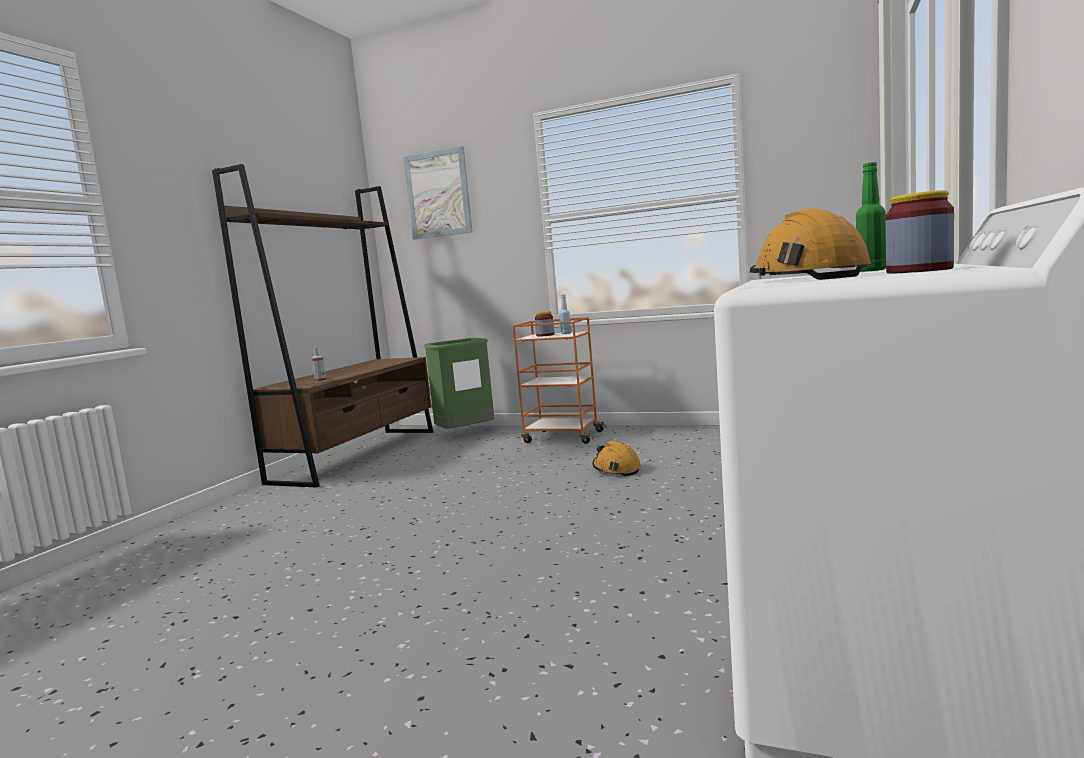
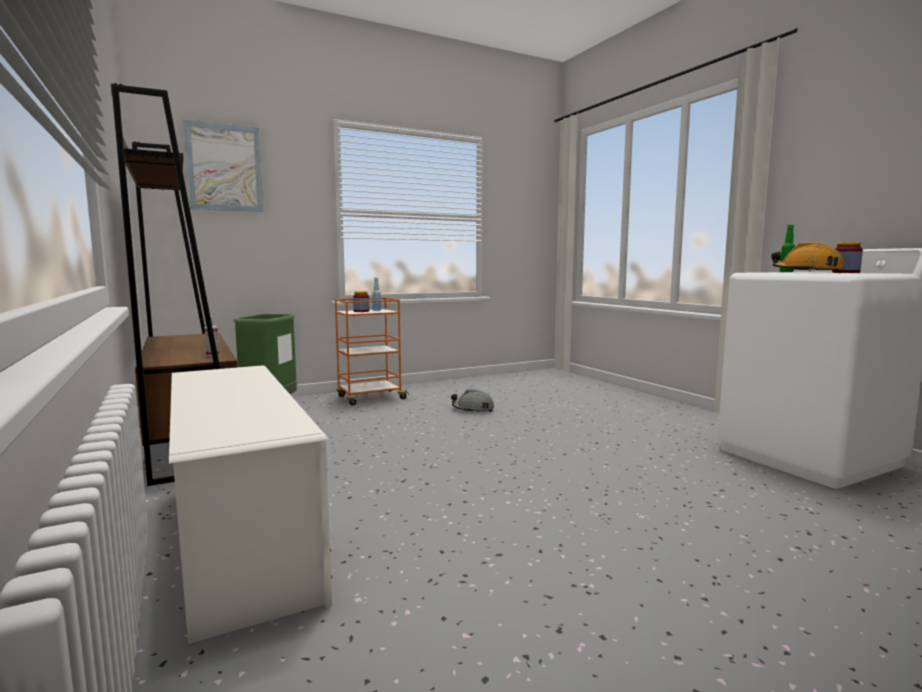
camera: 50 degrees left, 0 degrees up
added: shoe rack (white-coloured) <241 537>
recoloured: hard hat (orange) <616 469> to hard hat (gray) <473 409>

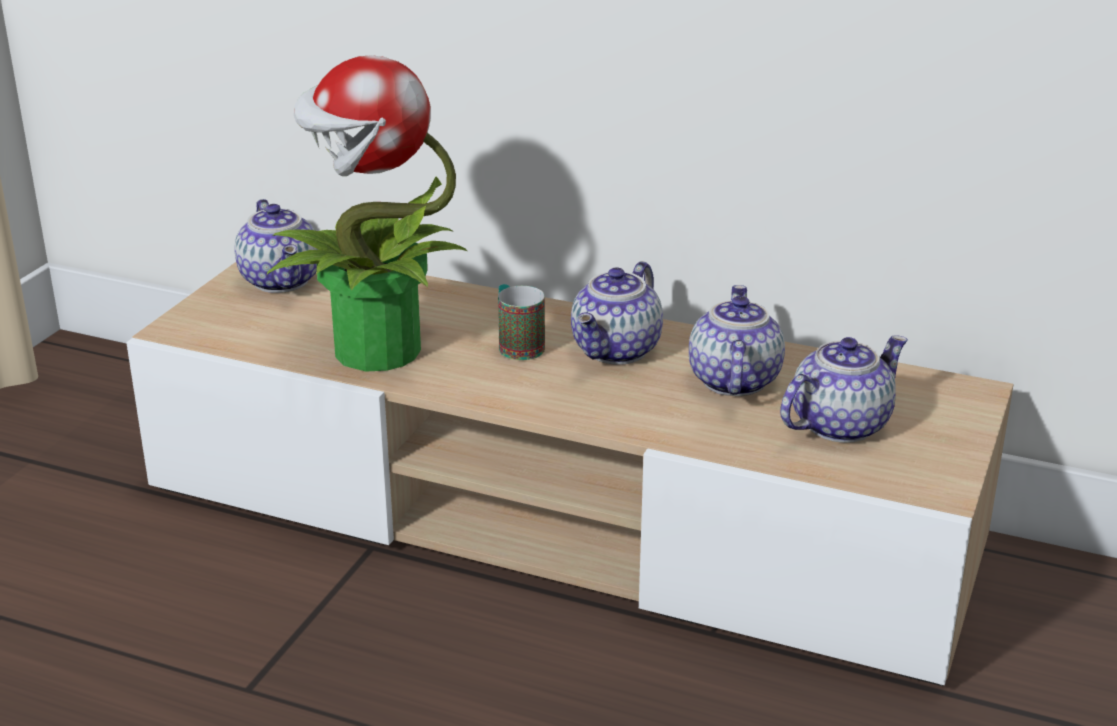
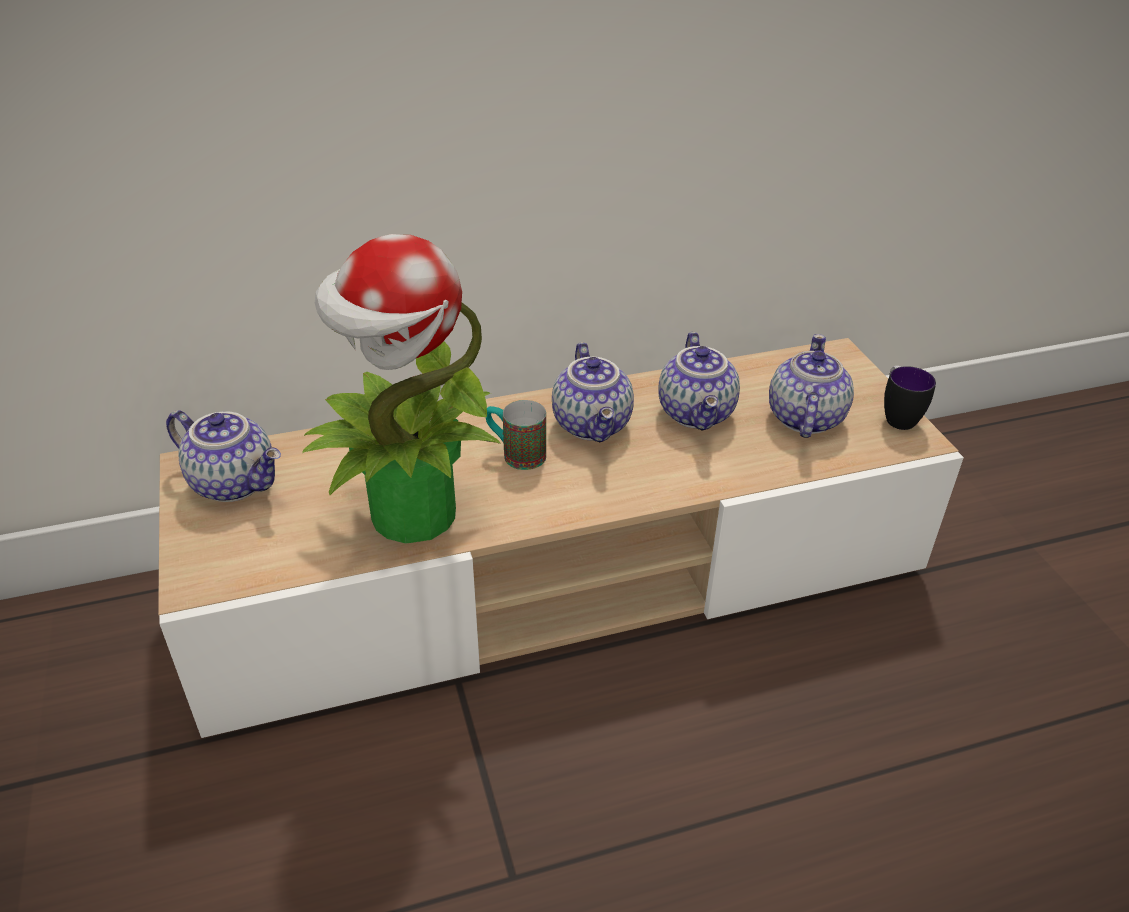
camera: 40 degrees left, 10 degrees up
added: coffee mug <897 416>
turned: tea pot <731 380> = <698 414> 150 degrees counterclockwise

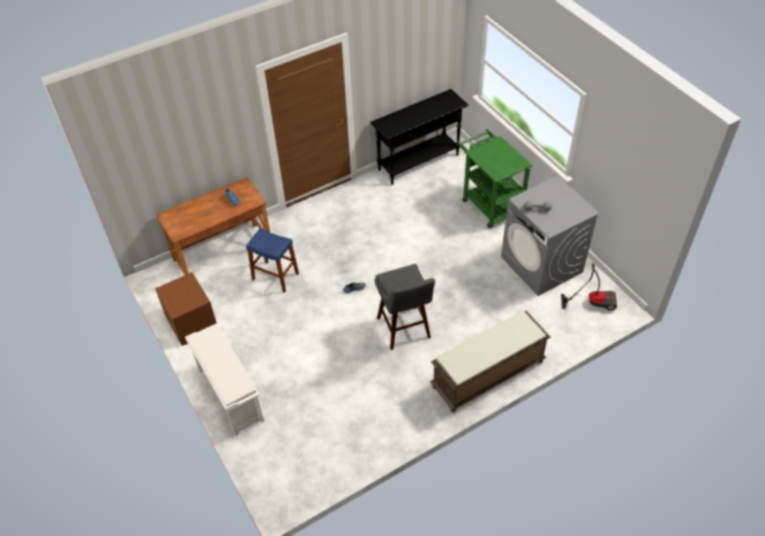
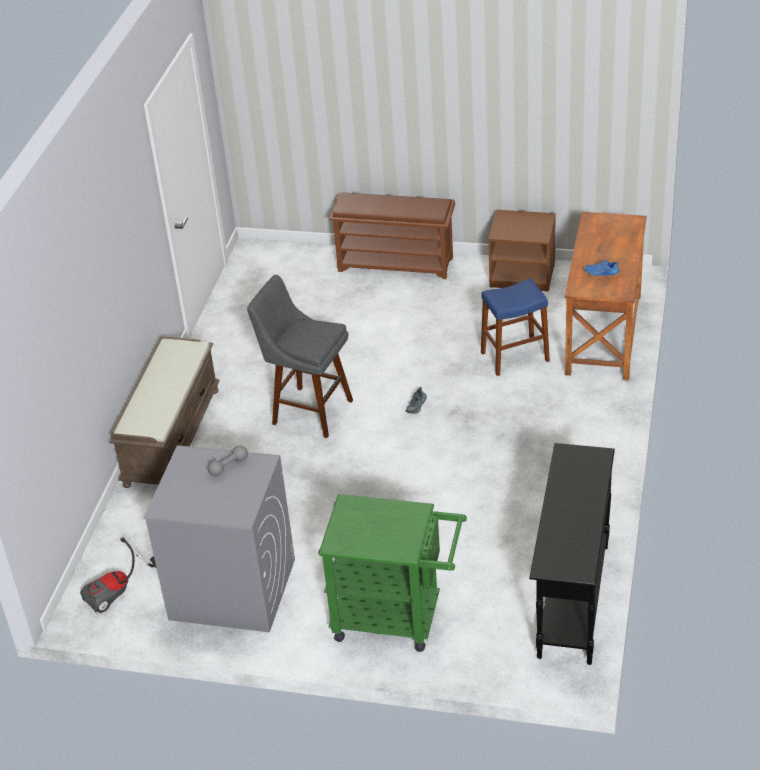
camera: 135 degrees right, 10 degrees down
recoloured: shoe rack (white-coloured) <229 394> to shoe rack (brown) <396 264>

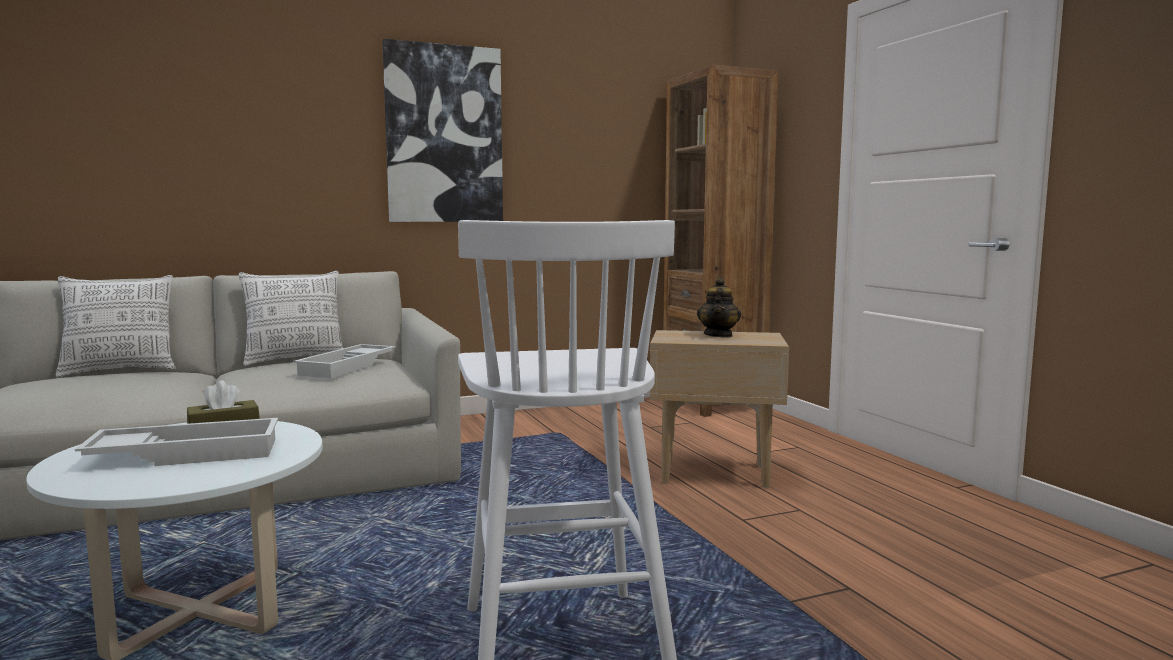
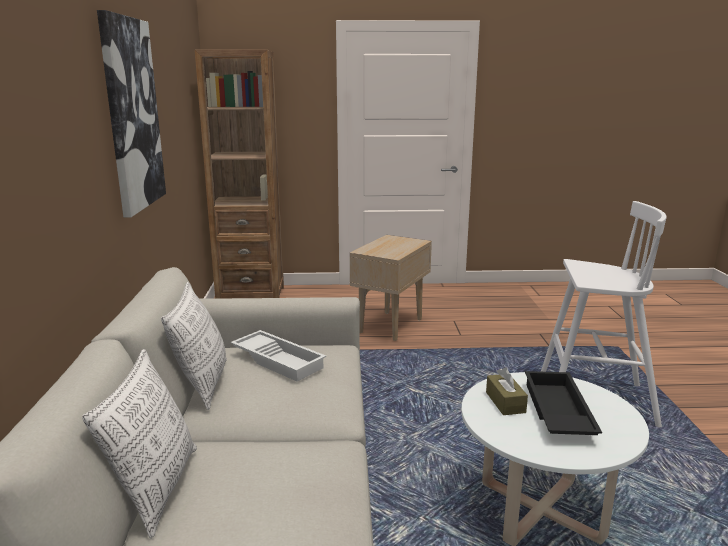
camera: 70 degrees left, 10 degrees up
removed: tea pot <718 335>
recoloured: carrying tray (white-coloured) <188 453> to carrying tray (blackish) <556 412>

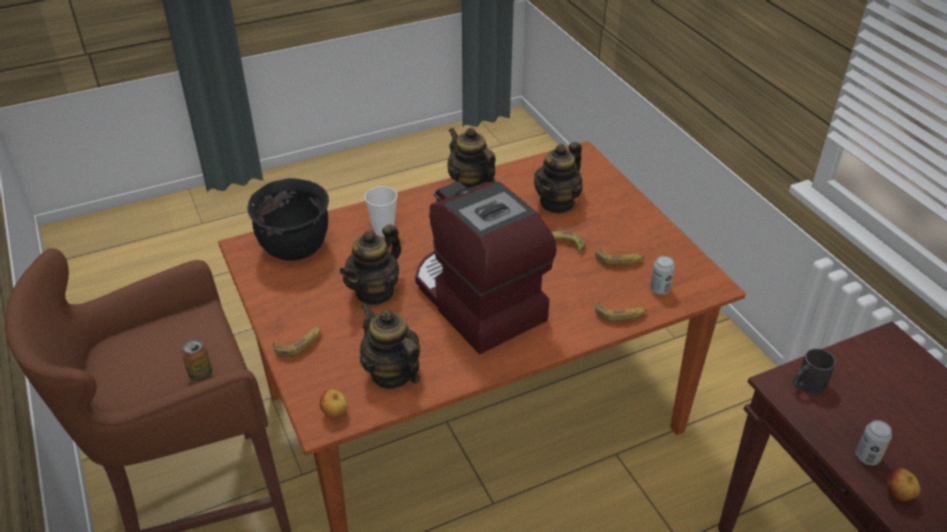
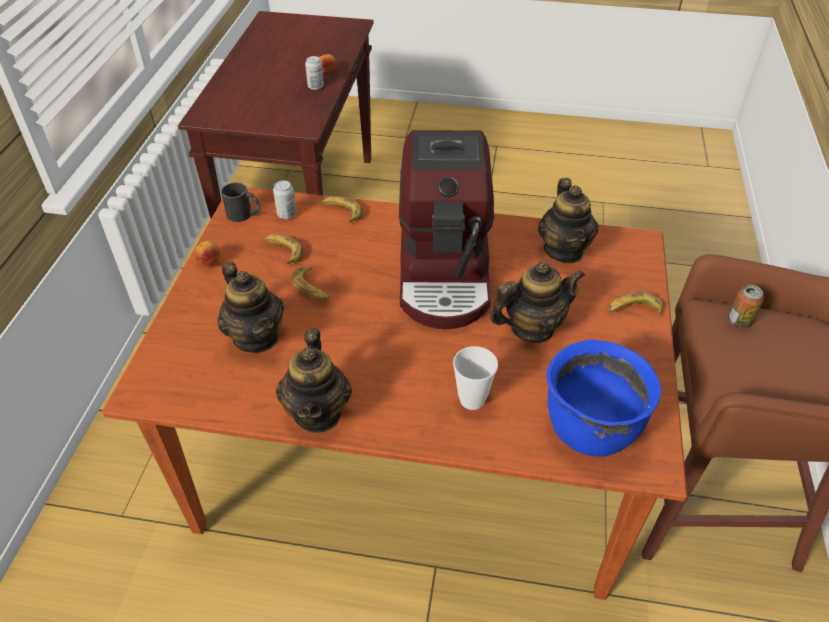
camera: 145 degrees left, 5 degrees up
moved: coffee mug (blackish) <806 385> to <244 214>; apple fruit <335 413> to <209 262>
recoloured: saucepot (blackish) <295 248> to saucepot (blue-coloured) <589 427>
turned: tea pot <557 203> = <256 337> 75 degrees clockwise

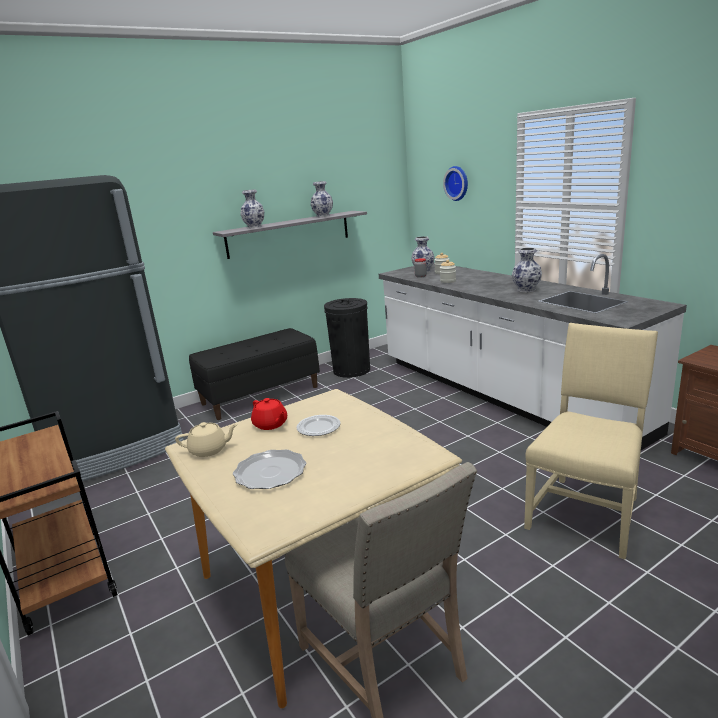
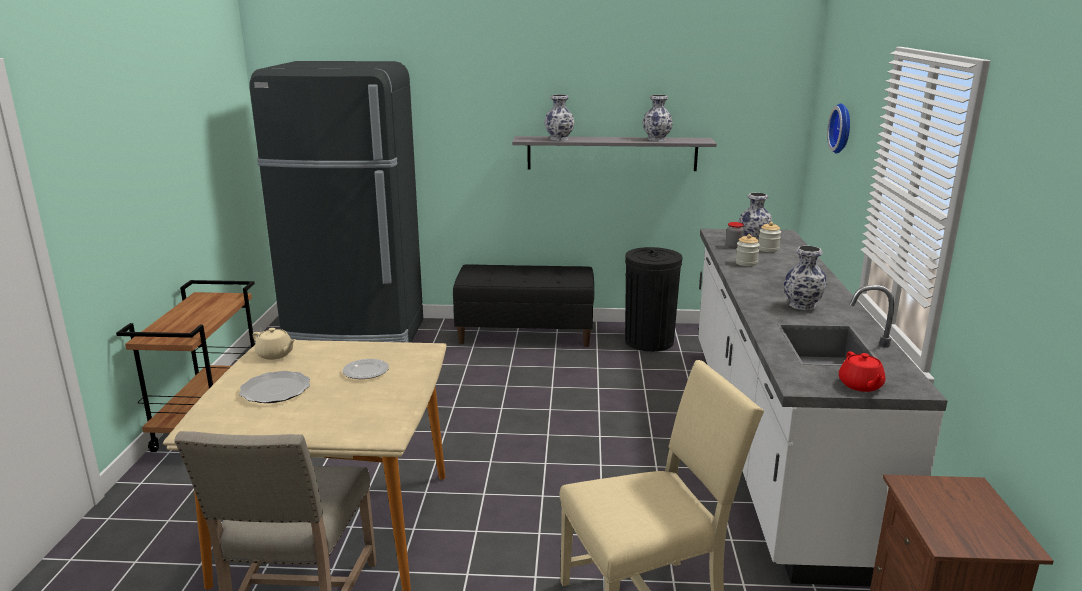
camera: 35 degrees right, 0 degrees up
moved: tea pot (red) <270 424> to <860 385>

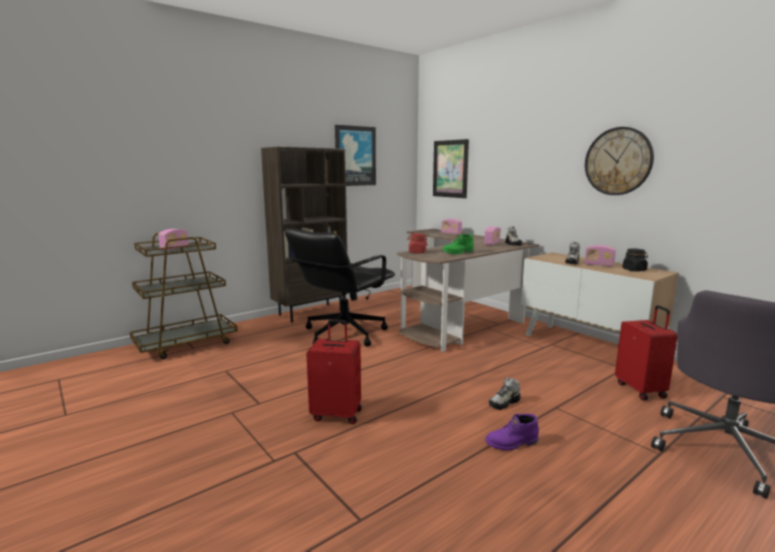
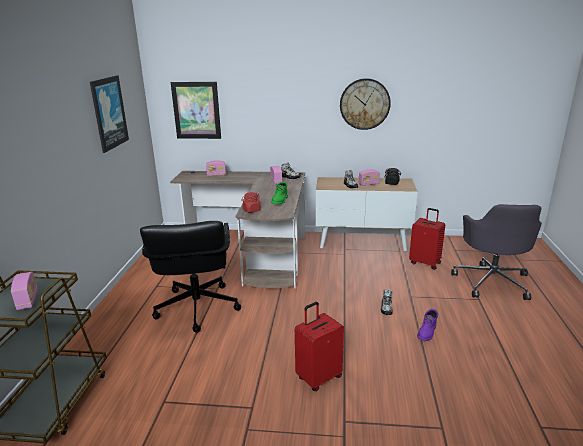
camera: 45 degrees left, 10 degrees up
removed: shelving unit (brown) <310 312>

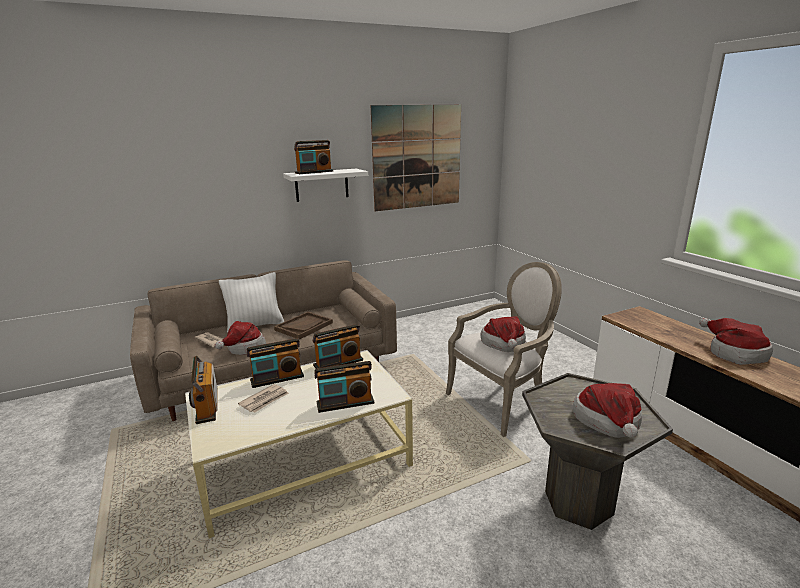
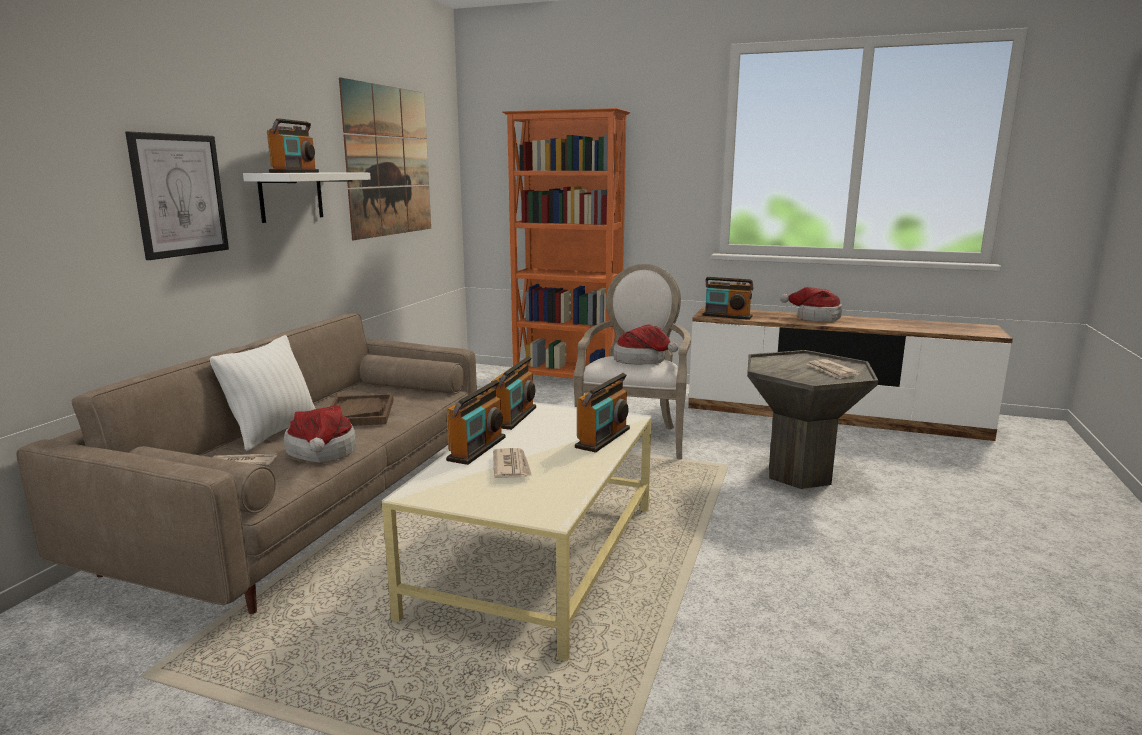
camera: 45 degrees left, 5 degrees down
added: shelving unit (orange) <567 380>; wall art <179 195>
moved: radio receiver <206 406> to <727 316>
replaced: clothing hat <608 423> to printed paper <832 371>

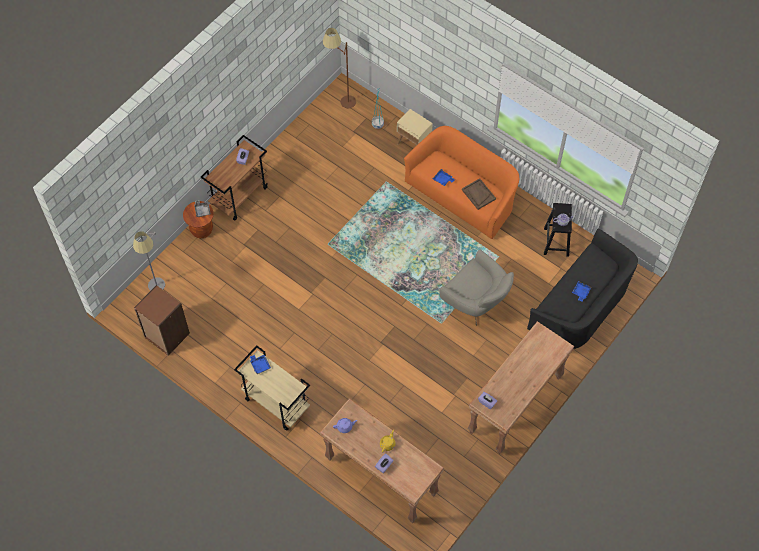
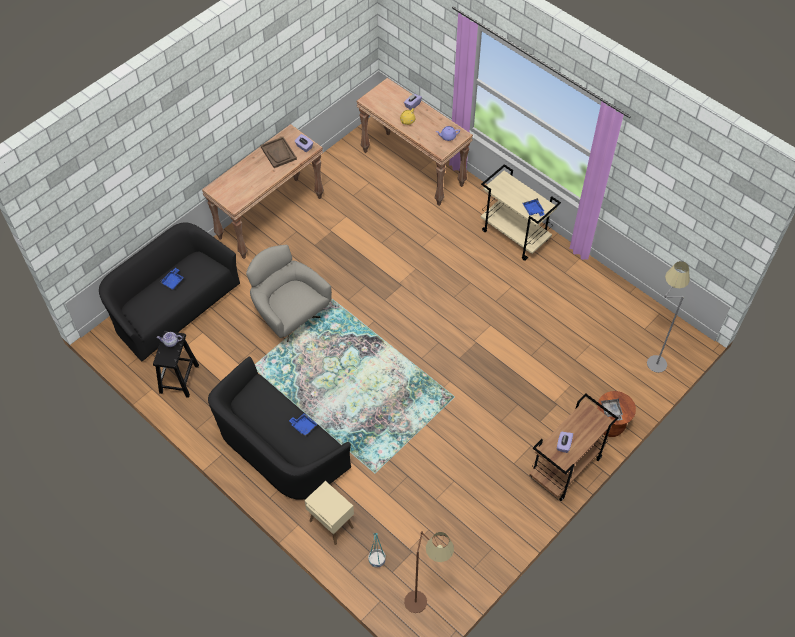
camera: 175 degrees left, 5 degrees down
removed: shelving unit (brown) <166 335>
moved: carrying tray (brown) <478 194> to <278 153>
recoloured: settee (orange) <463 194> to settee (blackish) <279 447>

